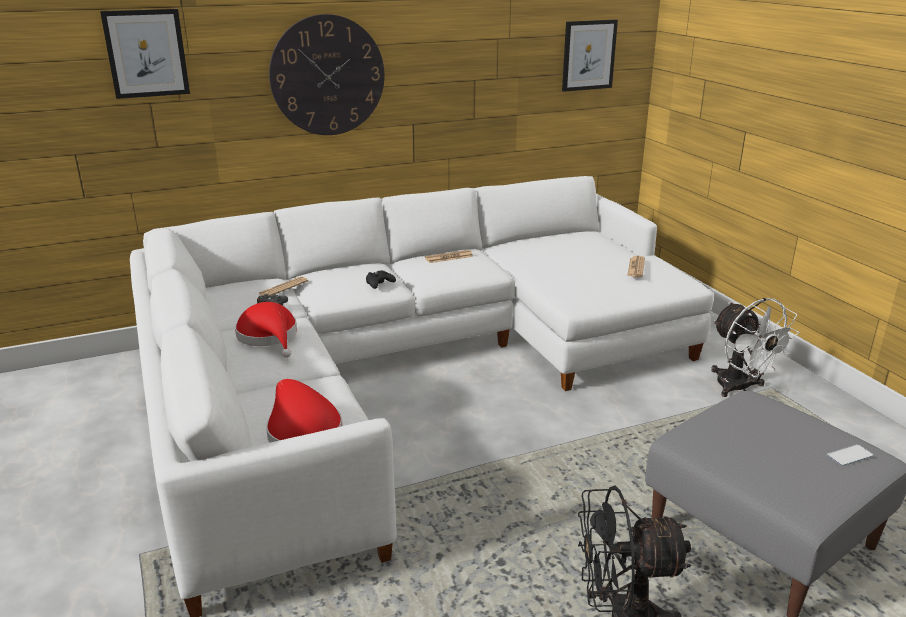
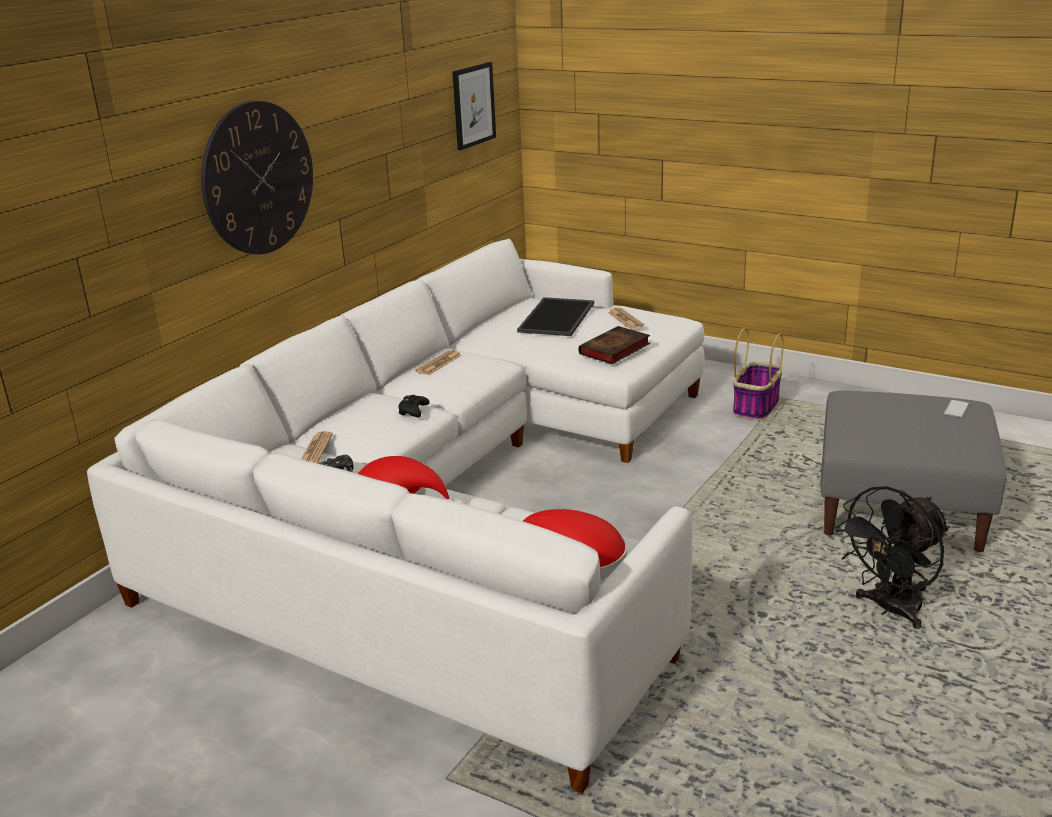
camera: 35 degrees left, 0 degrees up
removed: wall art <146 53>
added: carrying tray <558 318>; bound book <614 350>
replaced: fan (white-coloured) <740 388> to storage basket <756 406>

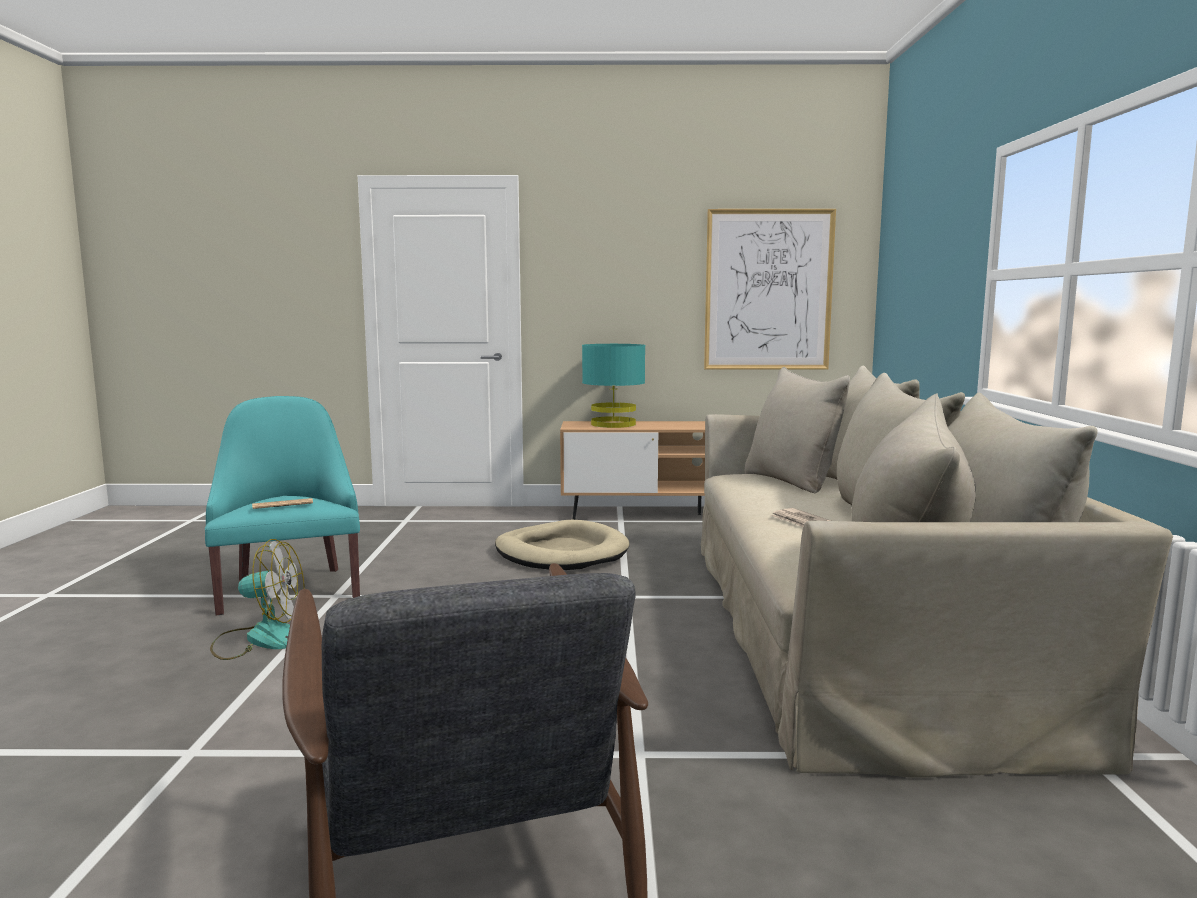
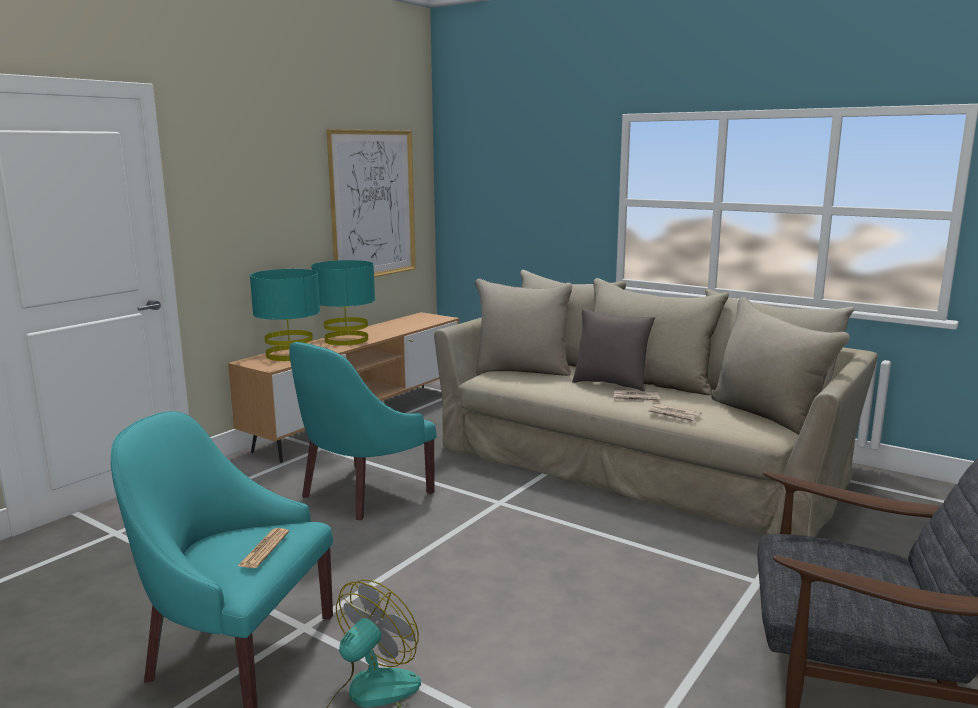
camera: 55 degrees left, 5 degrees up
added: lamp for a table (turquoise-coloured) <346 340>; throw pillow (gray) <611 384>; printed paper <674 416>
replaced: dog bed (beige) <561 552> to easy chair (turquoise-coloured) <361 493>

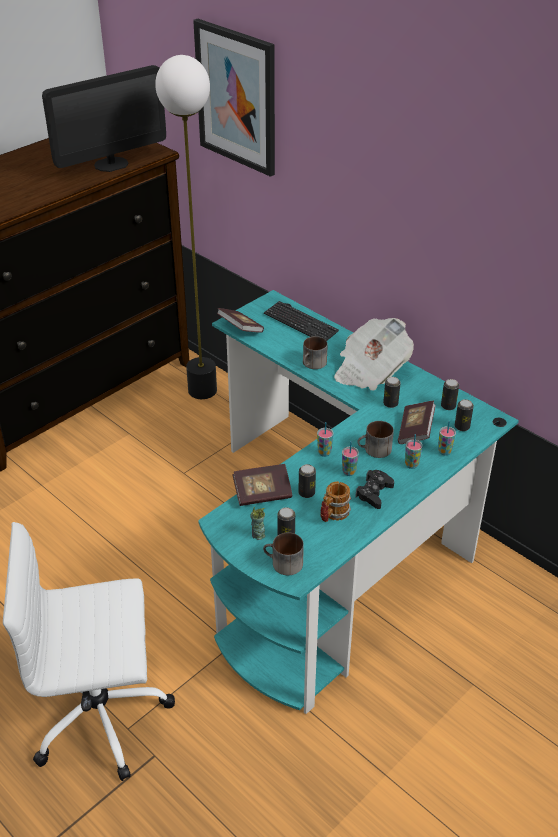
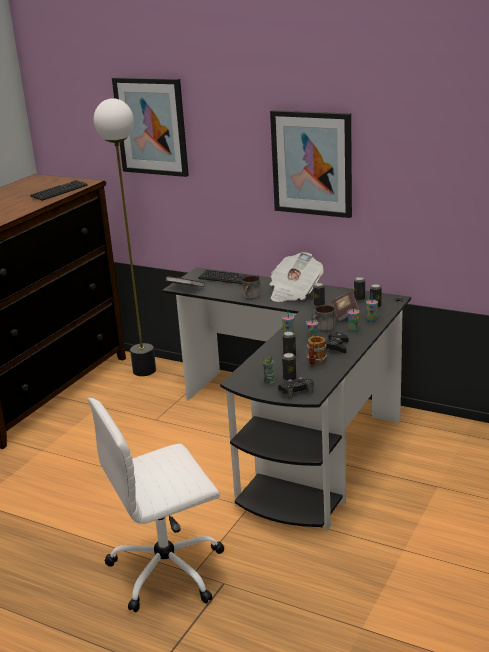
camera: 15 degrees left, 15 degrees down
removed: bound book <262 493>
added: wall art <312 163>
replaced: computer display <111 164> to computer keyboard <59 192>; coffee mug <283 564> to game controller (blackish) <296 391>
recoloured: desk table (turquoise-coloured) <338 545> to desk table (blackish) <297 434>

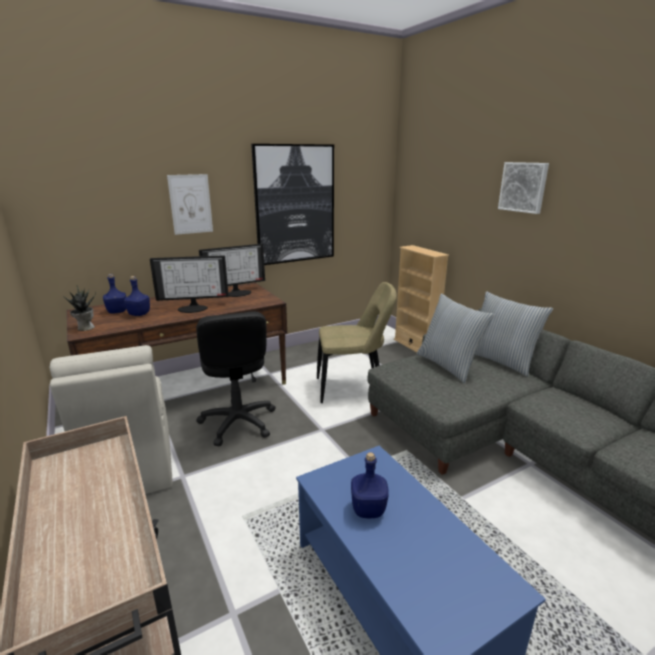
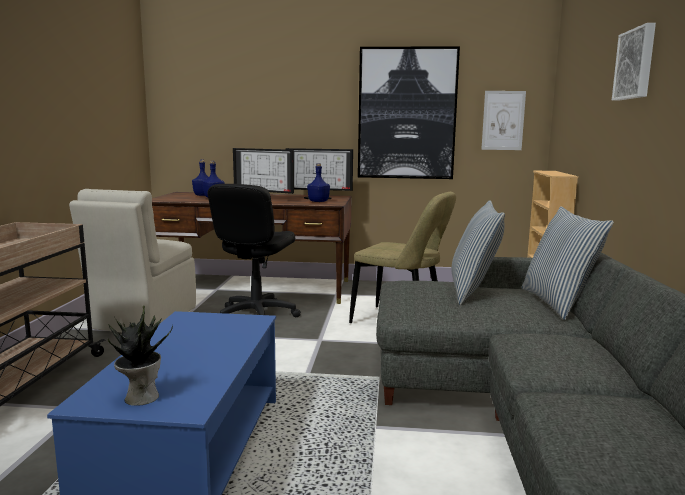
camera: 35 degrees right, 10 degrees down
moved: wall art <190 204> to <503 120>; plant in a pot <85 328> to <140 397>; drink bottle (blue-coloured) <368 509> to <318 201>

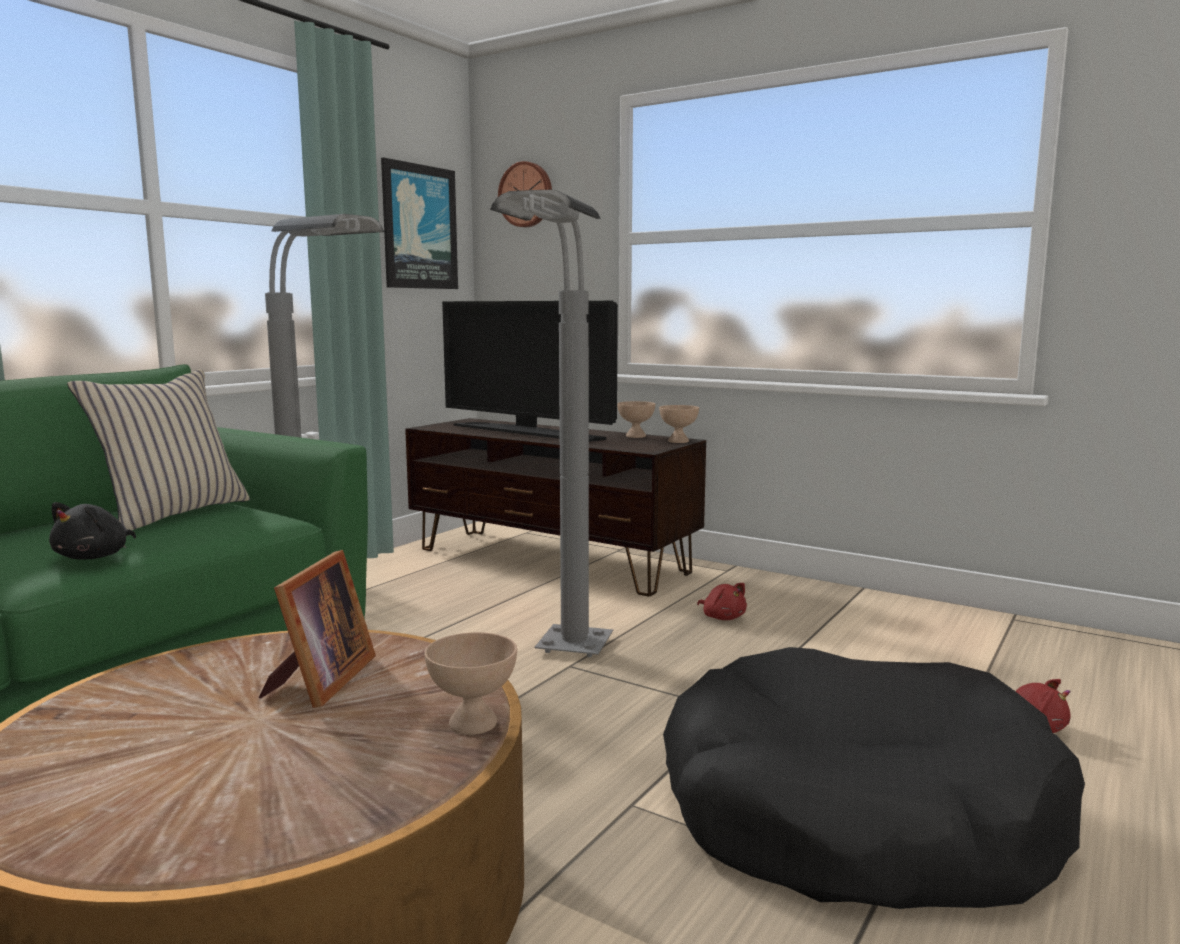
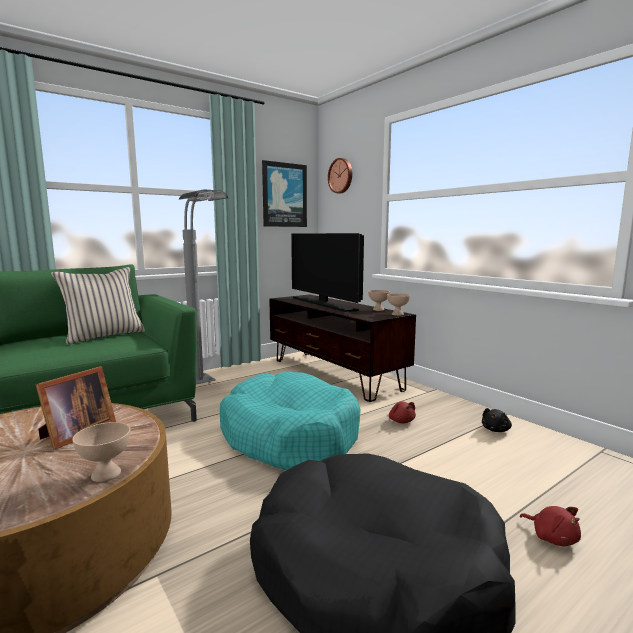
camera: 20 degrees right, 0 degrees up
moved: plush toy (blackish) <95 557> to <496 430>
replaced: standing lamp (gray) <563 665> to dog bed (turquoise-coloured) <289 436>

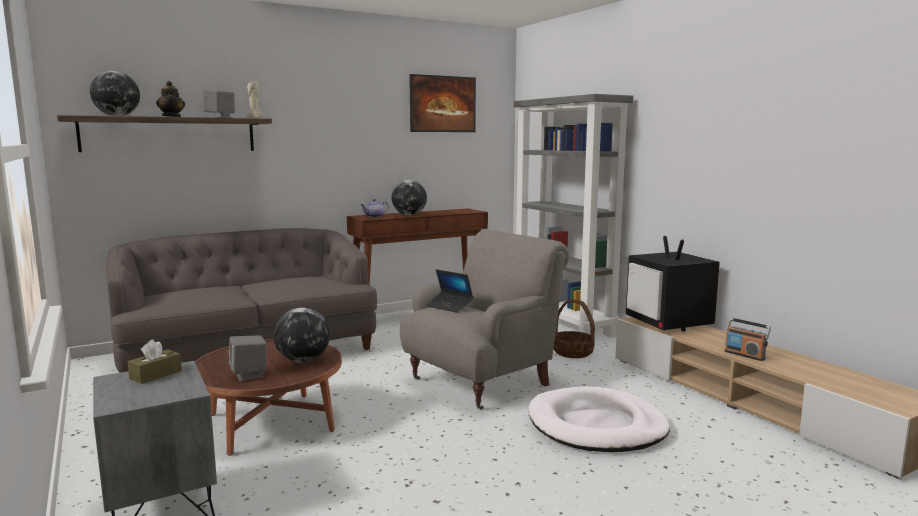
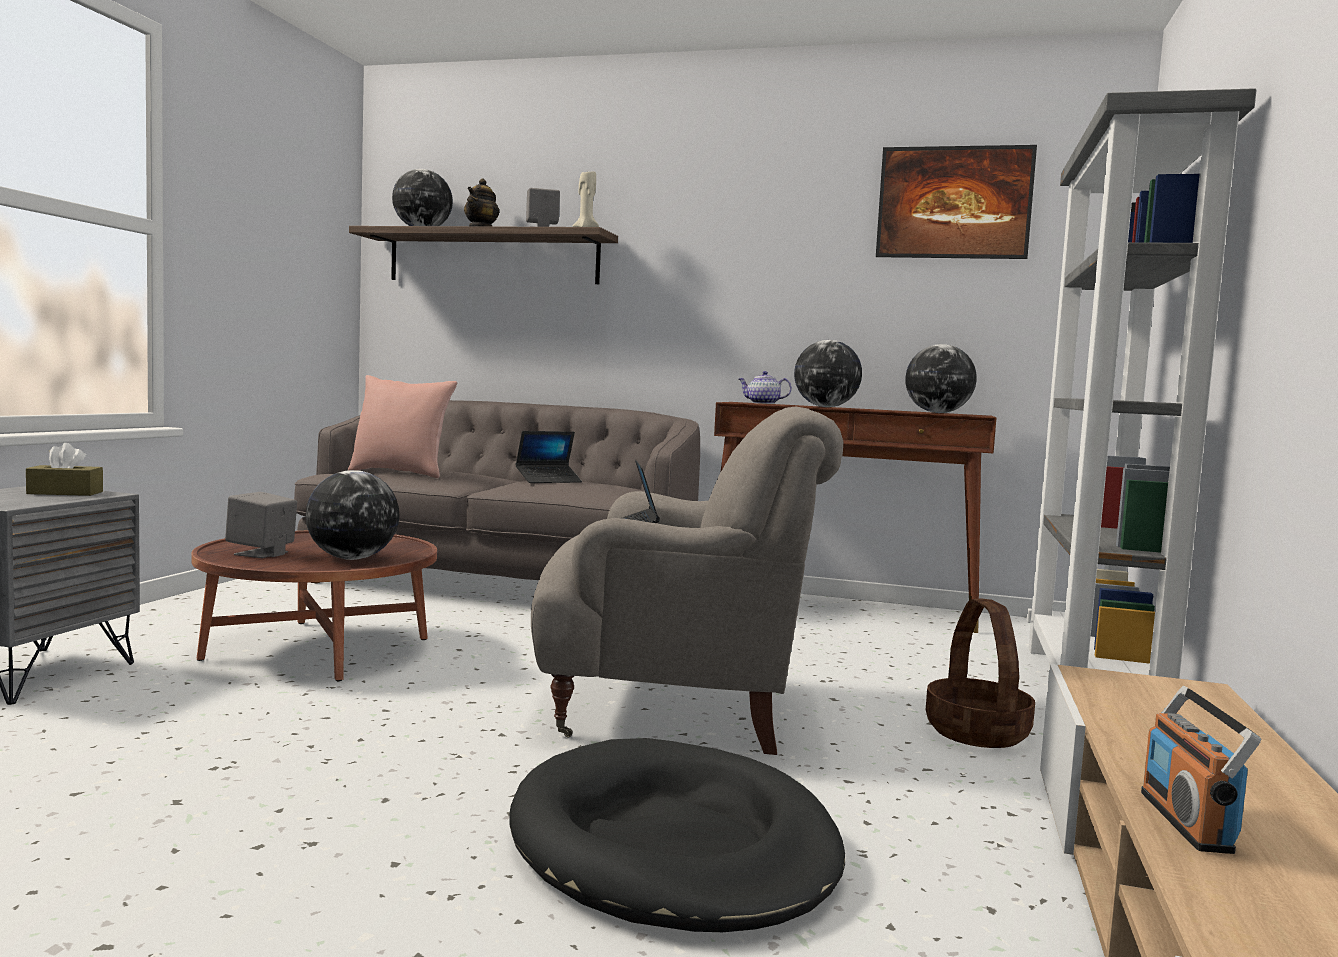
camera: 45 degrees right, 5 degrees down
removed: television <669 324>
added: globe <938 413>; throw pillow (pink-coloured) <400 473>; laptop <548 480>
recoloured: dog bed (white-coloured) <597 426> to dog bed (blackish) <673 845>

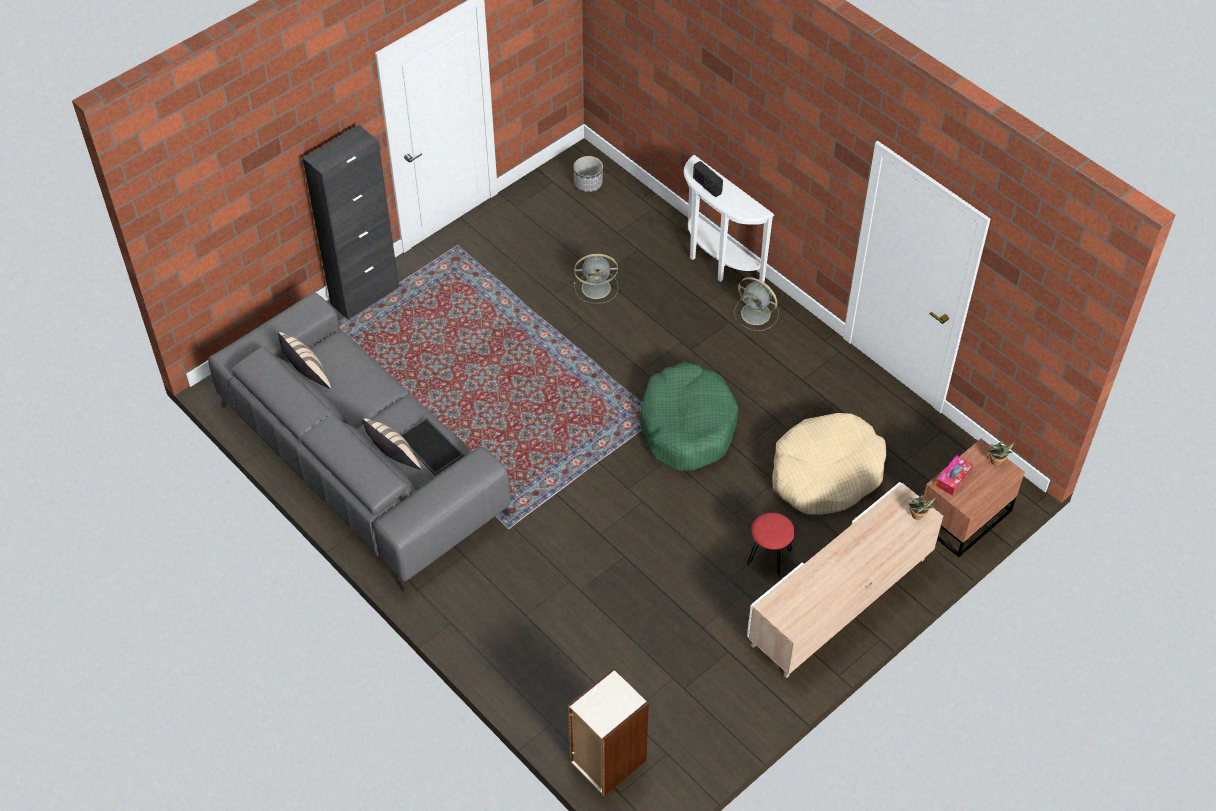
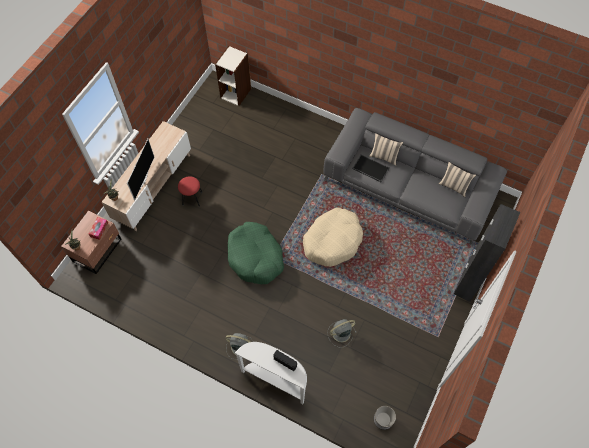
camera: 160 degrees right, 10 degrees up
added: television <143 180>
moved: dog bed (beige) <826 473> to <332 241>

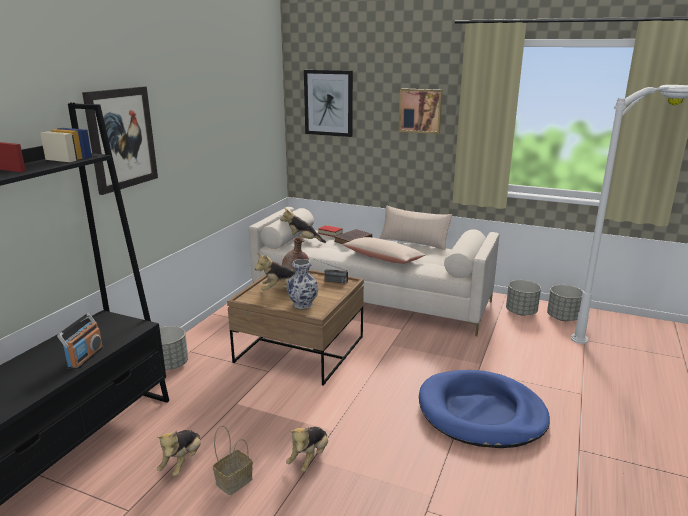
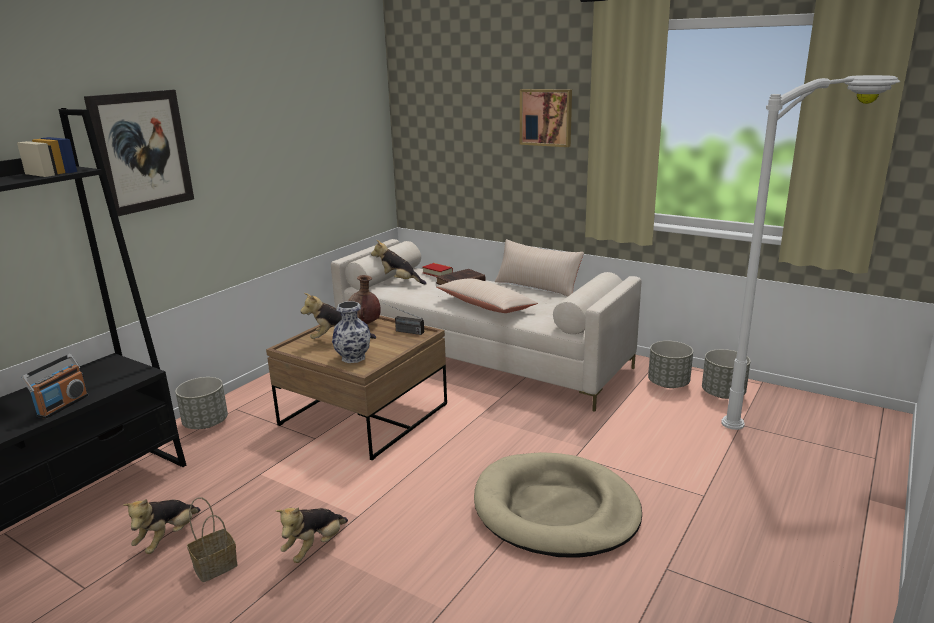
camera: 10 degrees right, 0 degrees up
removed: wall art <328 103>
recoloured: dog bed (blue-coloured) <481 413> to dog bed (beige) <555 510>

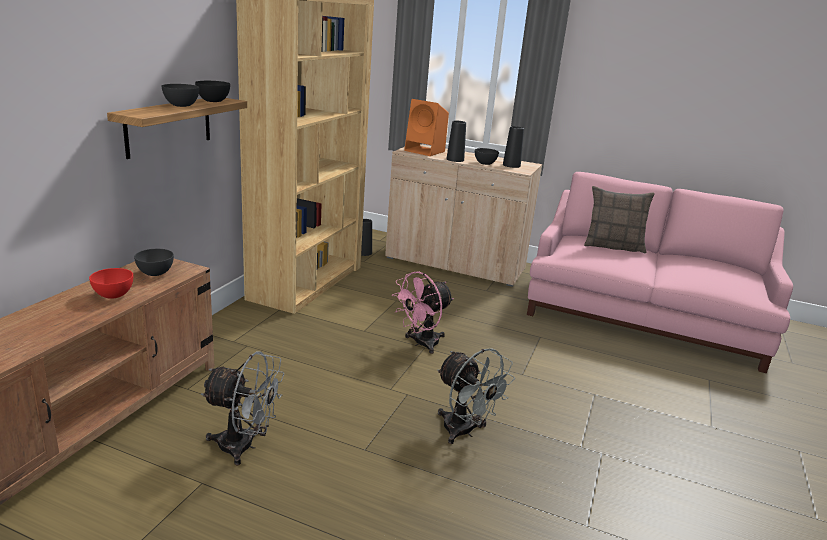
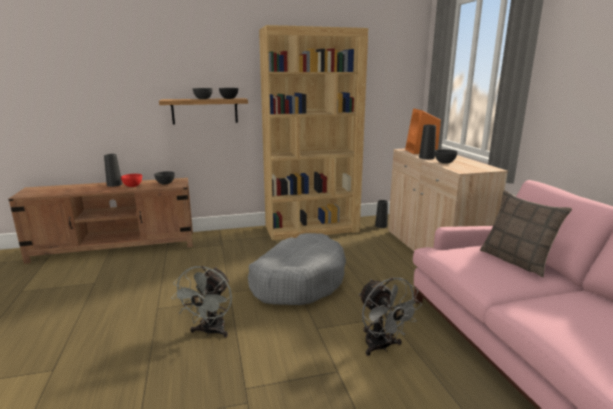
camera: 55 degrees right, 5 degrees down
moved: vase (blackish) <511 165> to <114 184>; fan (gray) <245 446> to <382 347>
replaced: fan (pink-coloured) <421 344> to dog bed (gray) <298 281>

